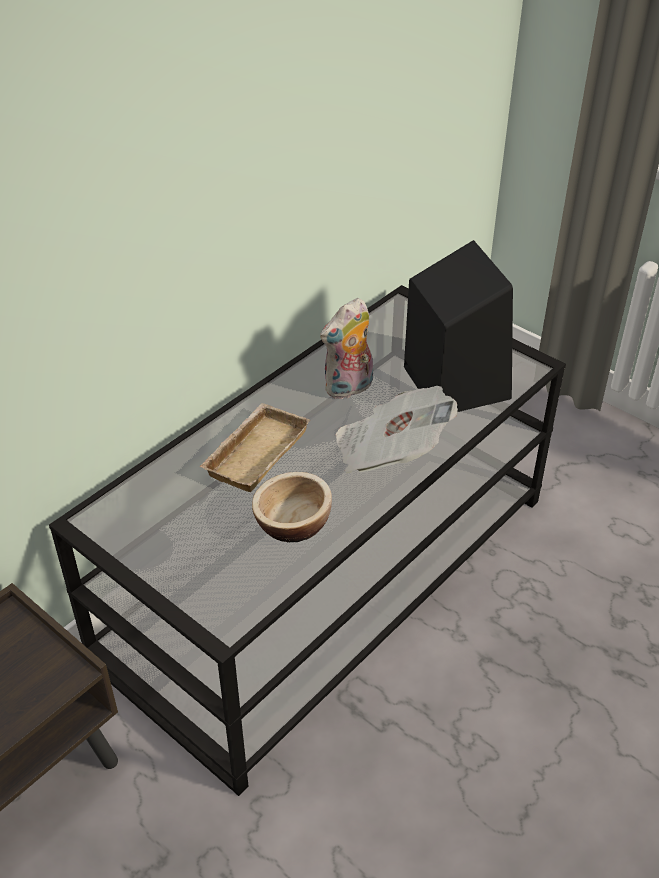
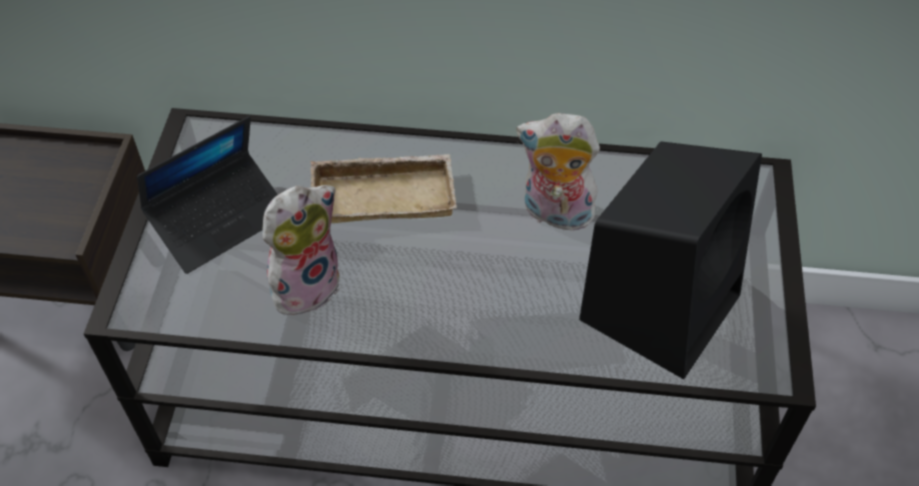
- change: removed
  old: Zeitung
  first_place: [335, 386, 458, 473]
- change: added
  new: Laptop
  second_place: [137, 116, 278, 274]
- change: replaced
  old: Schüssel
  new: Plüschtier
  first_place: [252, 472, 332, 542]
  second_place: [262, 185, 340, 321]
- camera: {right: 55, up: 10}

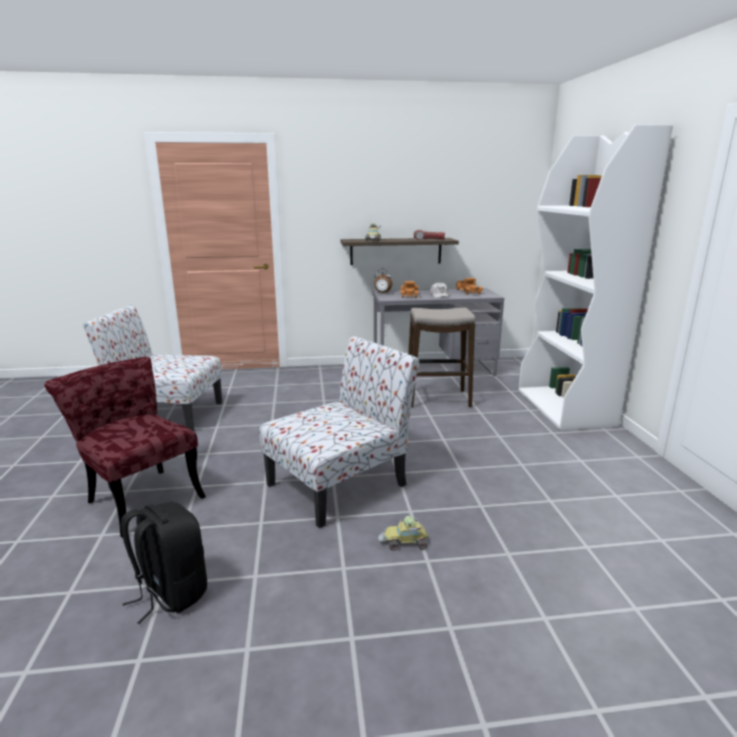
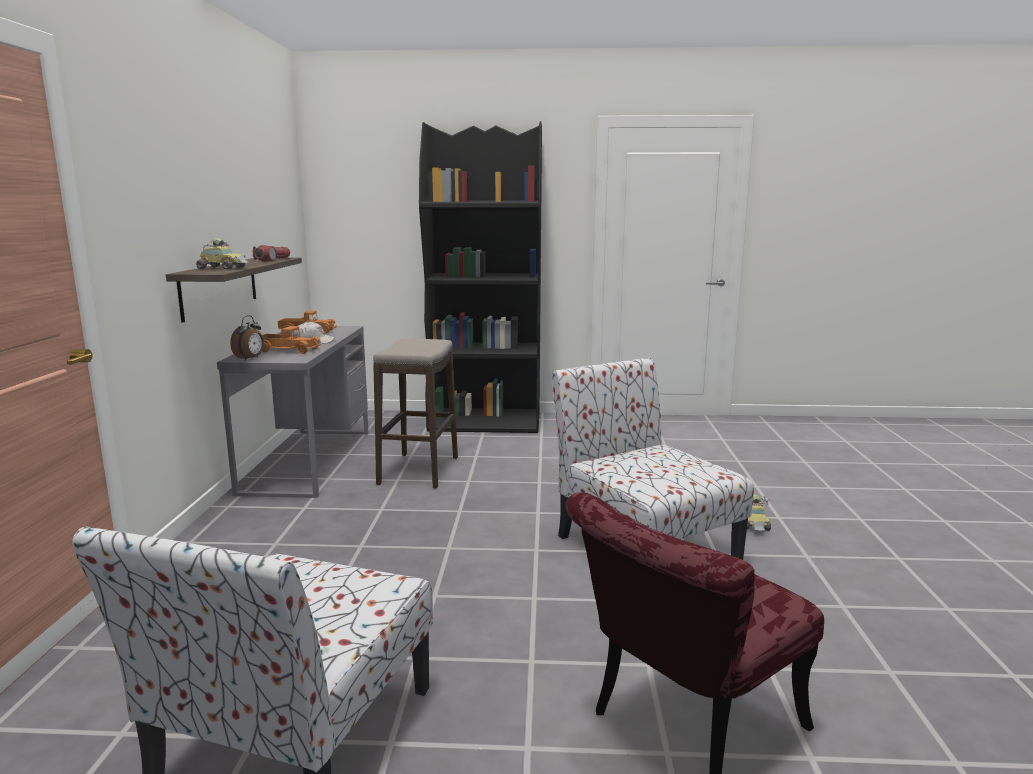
- change: removed
  old: Rucksack/schwarz
  first_place: [121, 502, 207, 624]
- change: recoloured
  old: Bücherregal/weiß
  new: Bücherregal/schwarz
  first_place: [518, 124, 673, 431]
  second_place: [419, 121, 542, 433]
- camera: {right: -80, up: -5}

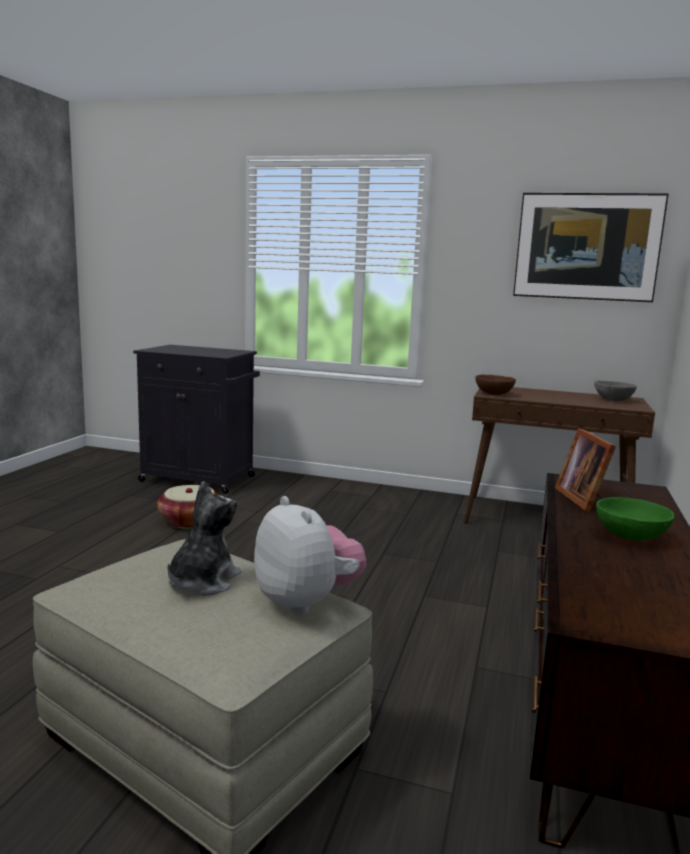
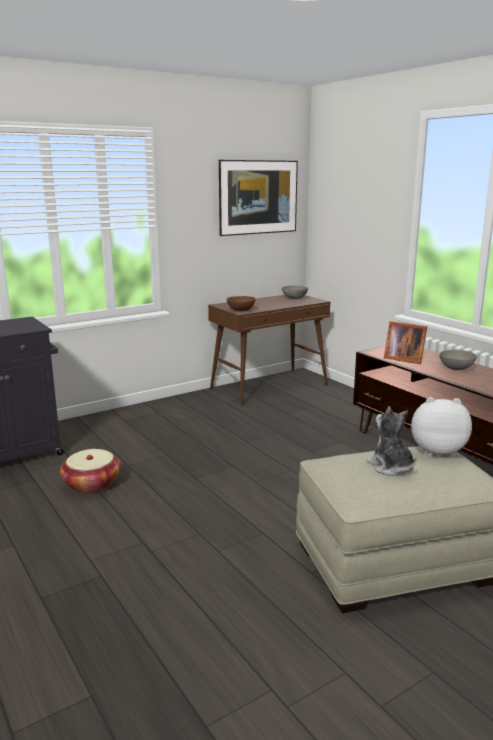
- change: recoloured
  old: Schüssel/grün
  new: Schüssel/grau
  first_place: [596, 497, 675, 541]
  second_place: [440, 350, 477, 370]
- camera: {right: -50, up: 5}

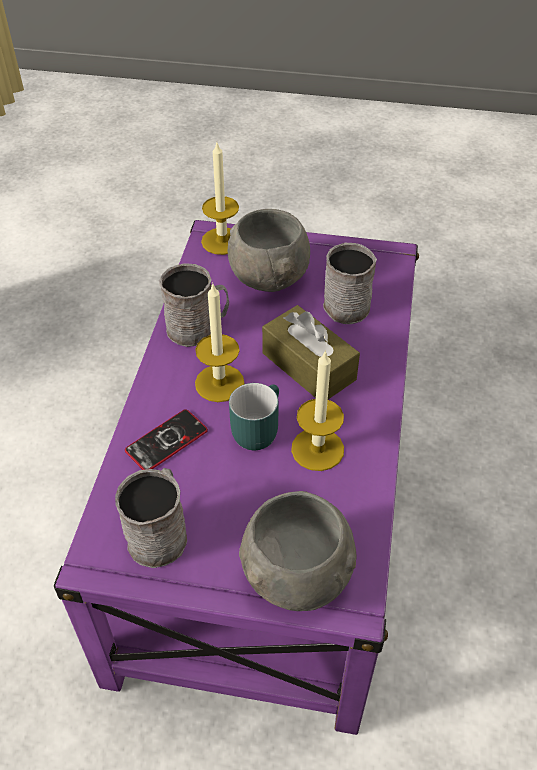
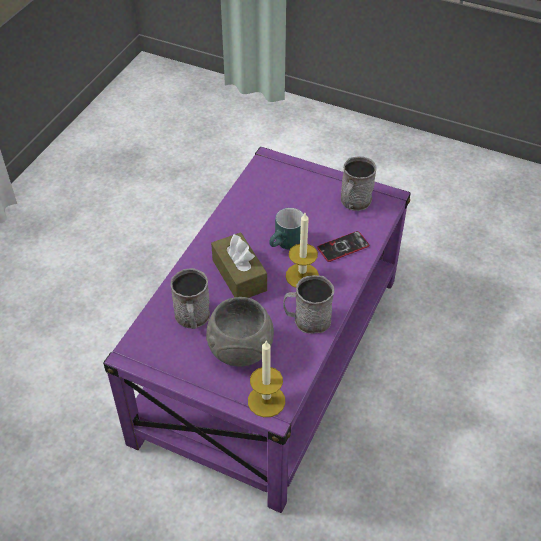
- change: removed
  old: Schüssel/grau
  first_place: [239, 491, 356, 611]
- change: removed
  old: Kerze
  first_place: [291, 350, 344, 471]
- camera: {right: -165, up: 0}

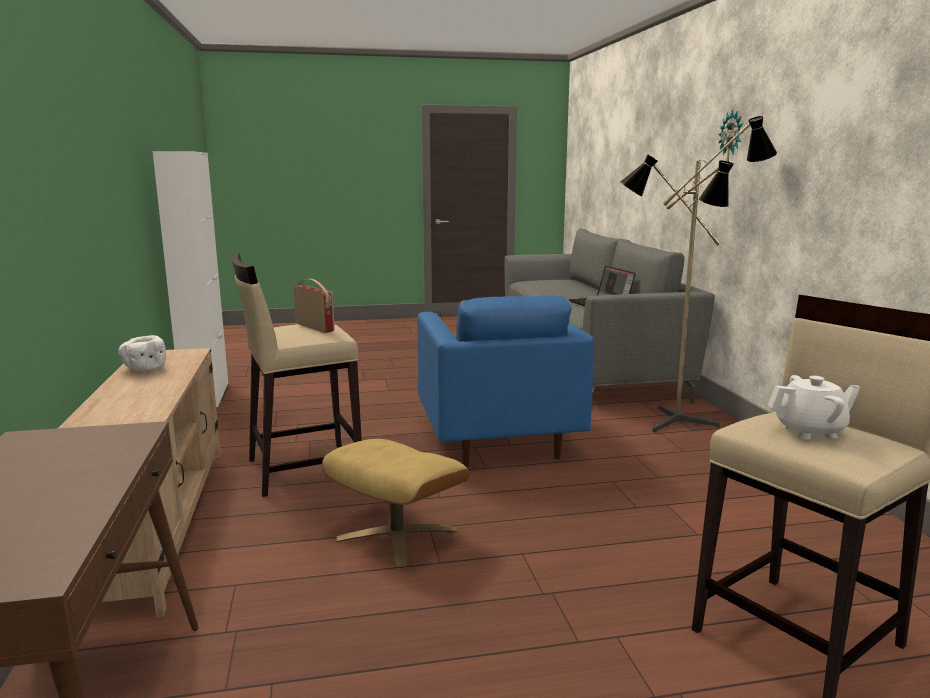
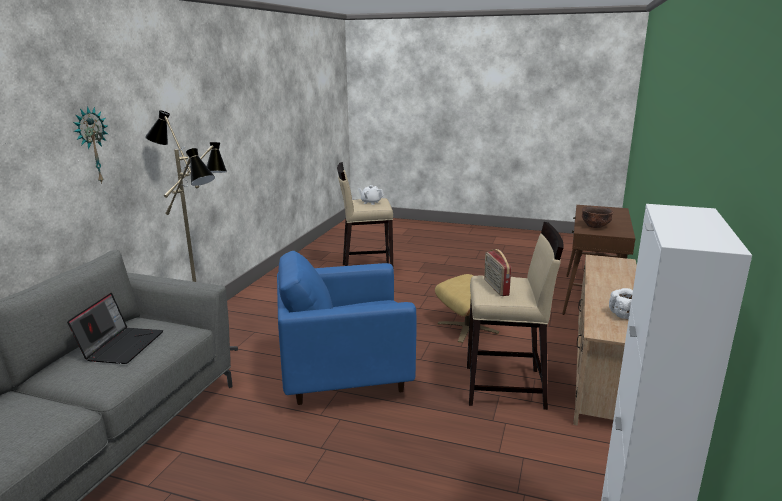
- change: added
  new: Schüssel/braun
  second_place: [582, 206, 613, 228]
- change: turned
  old: Sessel/blau
  first_place: [417, 295, 594, 467]
  second_place: [277, 251, 416, 405]
  degrees: -120
- camera: {right: -150, up: 5}

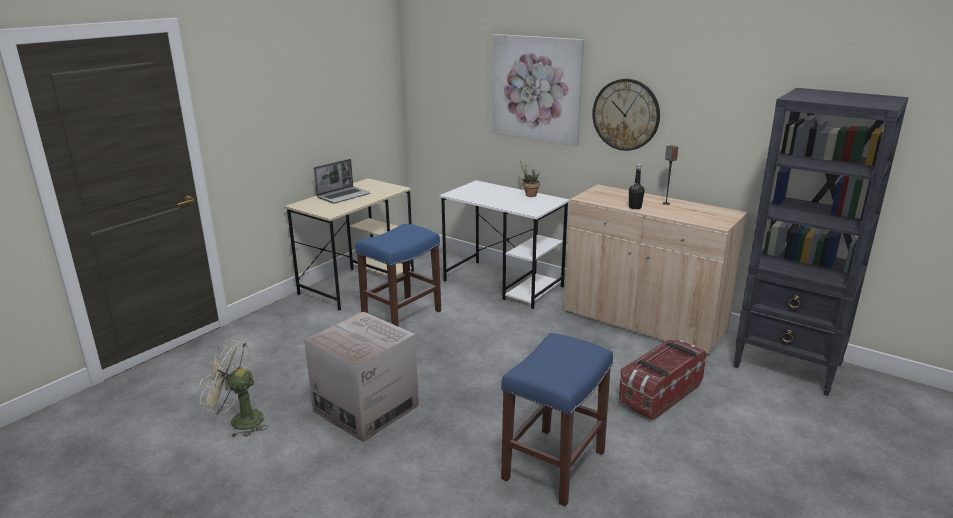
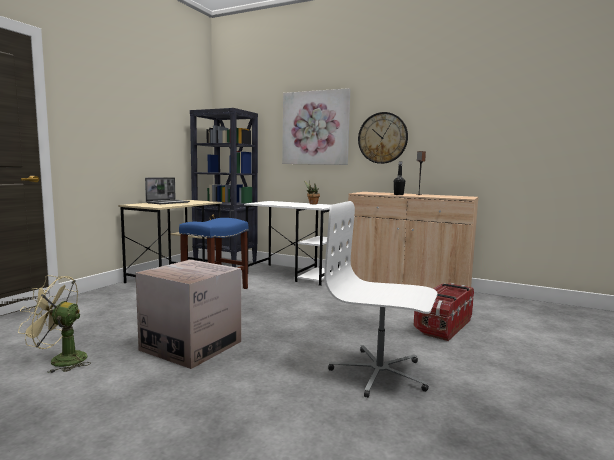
- change: moved
  old: Bücherregal/schwarz
  first_place: [733, 88, 909, 396]
  second_place: [190, 108, 258, 267]
- change: replaced
  old: Hocker/blau
  new: Bürostuhl/weiß
  first_place: [501, 333, 613, 507]
  second_place: [324, 201, 438, 398]
- camera: {right: -10, up: -15}

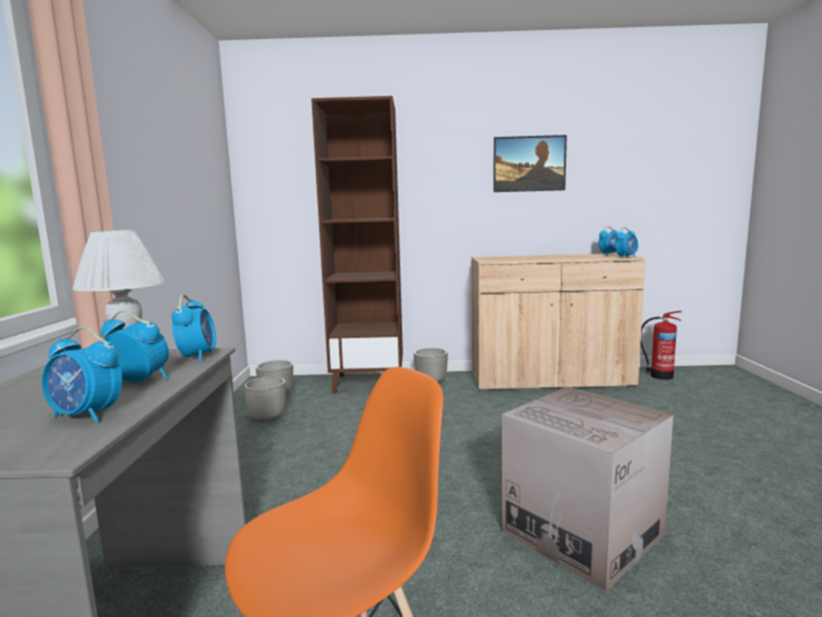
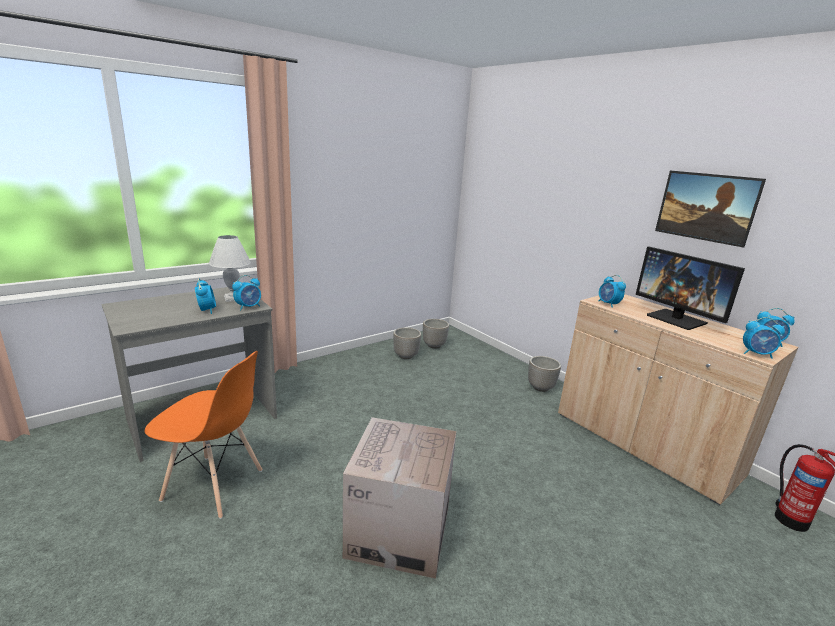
- change: removed
  old: Bücherregal/braun
  first_place: [311, 96, 403, 394]
- change: added
  new: Monitor
  second_place: [635, 247, 745, 330]
- change: moved
  old: Wecker
  first_place: [42, 327, 122, 423]
  second_place: [599, 275, 626, 308]
- camera: {right: 50, up: 10}

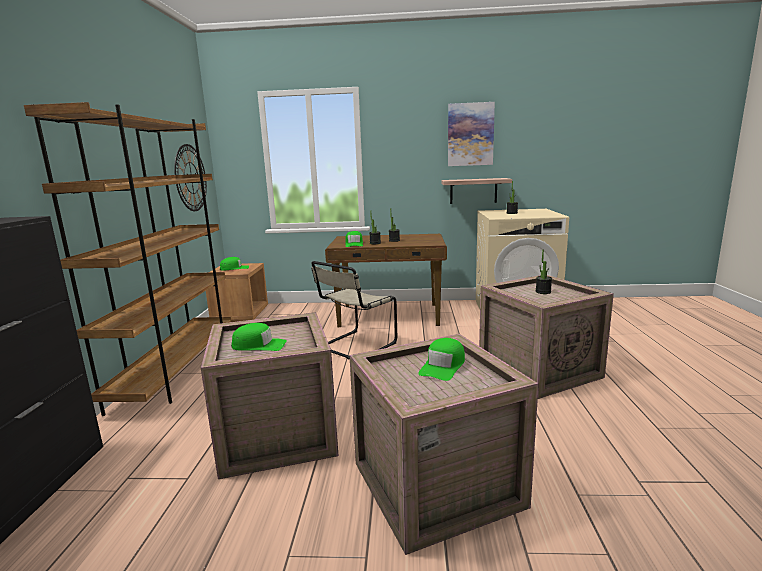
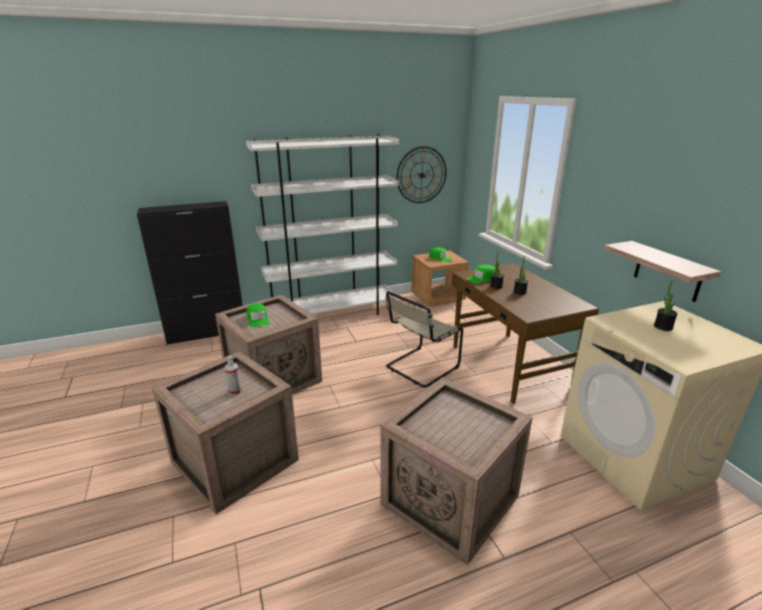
- change: removed
  old: Bild
  first_place: [448, 102, 495, 166]
- change: removed
  old: Topfpflanze
  first_place: [536, 250, 552, 294]
- change: replaced
  old: Kappe/grün
  new: Sprühflasche
  first_place: [418, 338, 465, 381]
  second_place: [224, 356, 242, 395]
- change: recoloured
  old: Bücherregal/braun
  new: Bücherregal/weiß
  first_place: [24, 102, 231, 416]
  second_place: [246, 134, 399, 315]
- change: turned
  old: Stuhl/beige
  first_place: [311, 261, 397, 360]
  second_place: [386, 291, 463, 387]
  degrees: -60
- camera: {right: 65, up: 10}

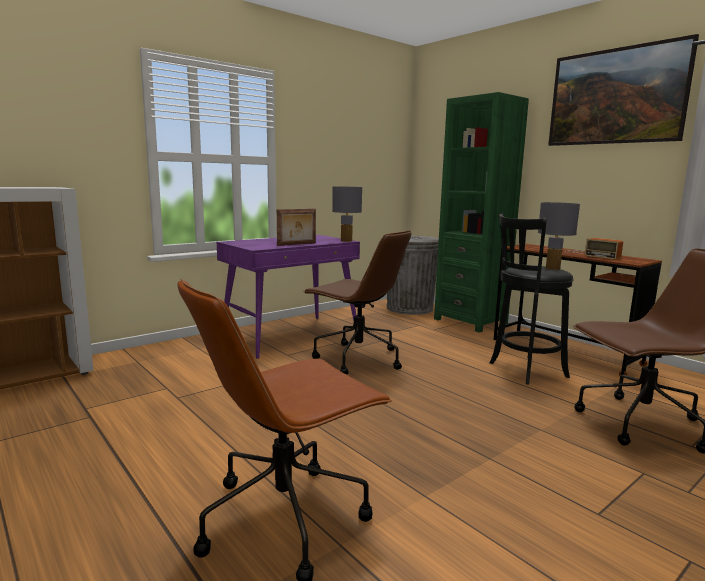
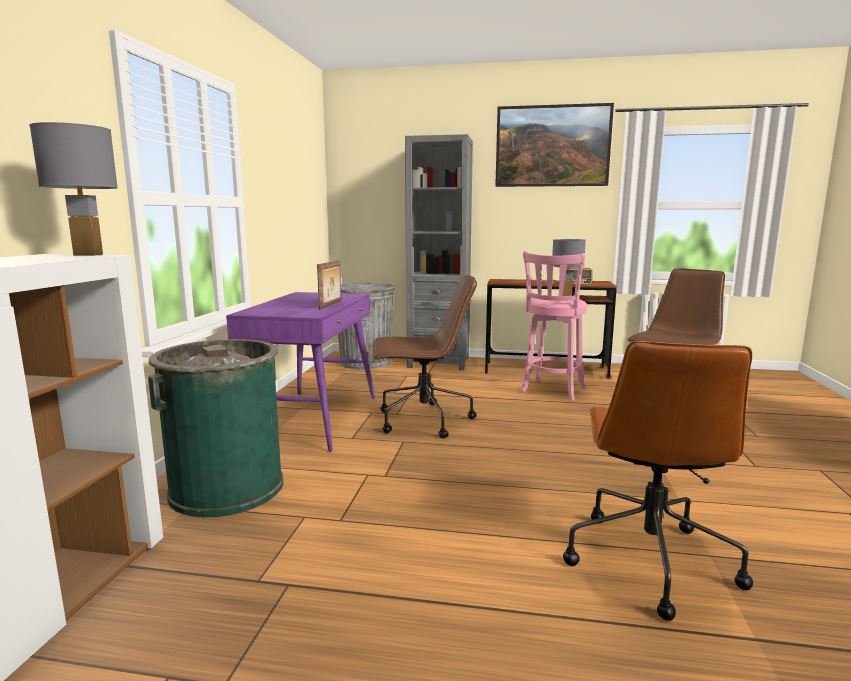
- change: added
  new: Mülleimer/grün
  second_place: [148, 339, 283, 517]
- change: moved
  old: Tischlampe/grau
  first_place: [332, 186, 362, 242]
  second_place: [29, 122, 118, 256]
- change: recoloured
  old: Bücherregal/grün
  new: Bücherregal/grau
  first_place: [434, 92, 529, 333]
  second_place: [405, 134, 473, 370]
- change: recoloured
  old: Hocker/schwarz
  new: Hocker/rosa
  first_place: [490, 213, 574, 385]
  second_place: [520, 251, 588, 401]
- camera: {right: -40, up: 0}

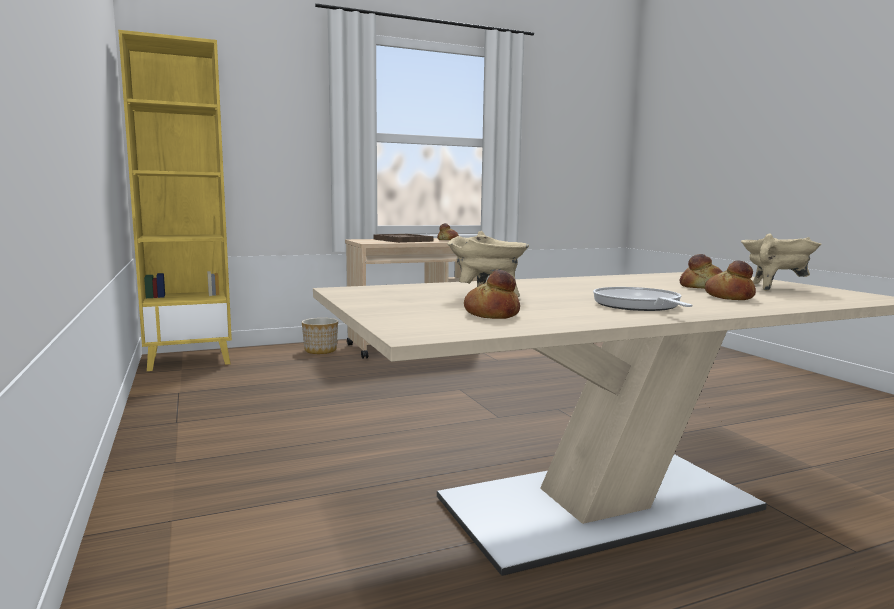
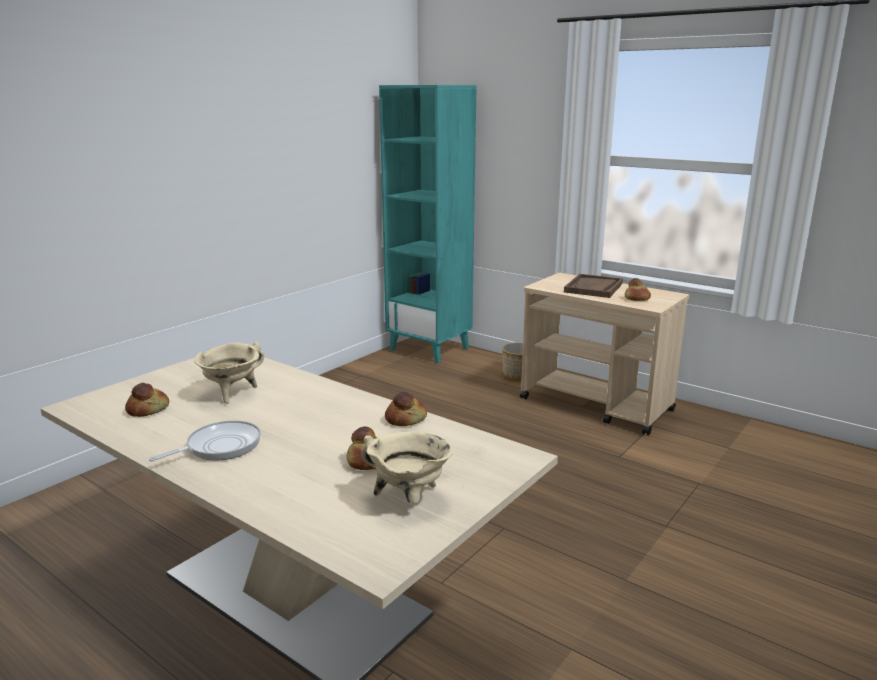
- change: moved
  old: Brot
  first_place: [705, 260, 756, 300]
  second_place: [385, 391, 427, 426]
- change: recoloured
  old: Bücherregal/gelb
  new: Bücherregal/türkis
  first_place: [118, 30, 232, 371]
  second_place: [379, 85, 477, 363]
- camera: {right: 60, up: 10}

